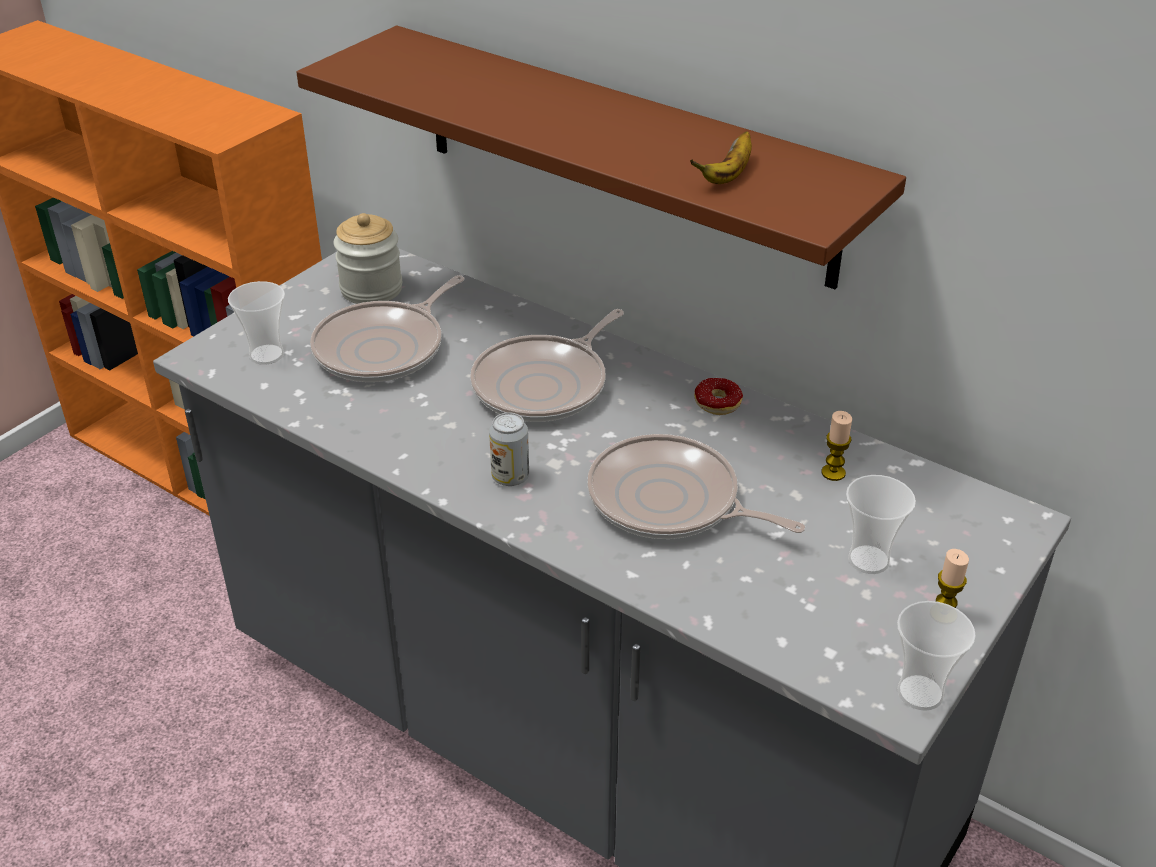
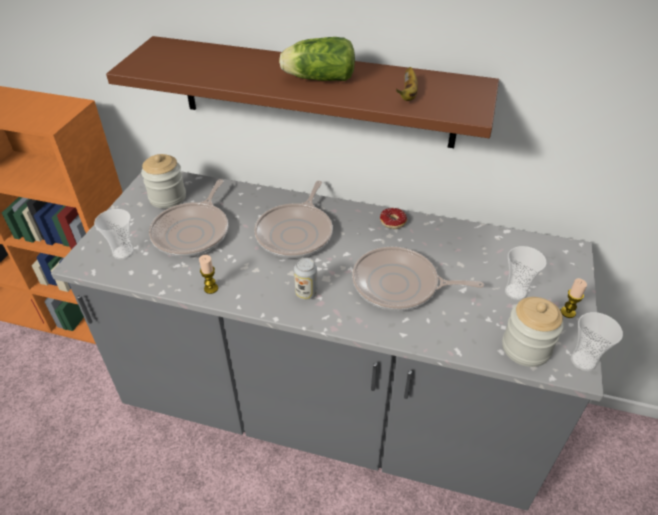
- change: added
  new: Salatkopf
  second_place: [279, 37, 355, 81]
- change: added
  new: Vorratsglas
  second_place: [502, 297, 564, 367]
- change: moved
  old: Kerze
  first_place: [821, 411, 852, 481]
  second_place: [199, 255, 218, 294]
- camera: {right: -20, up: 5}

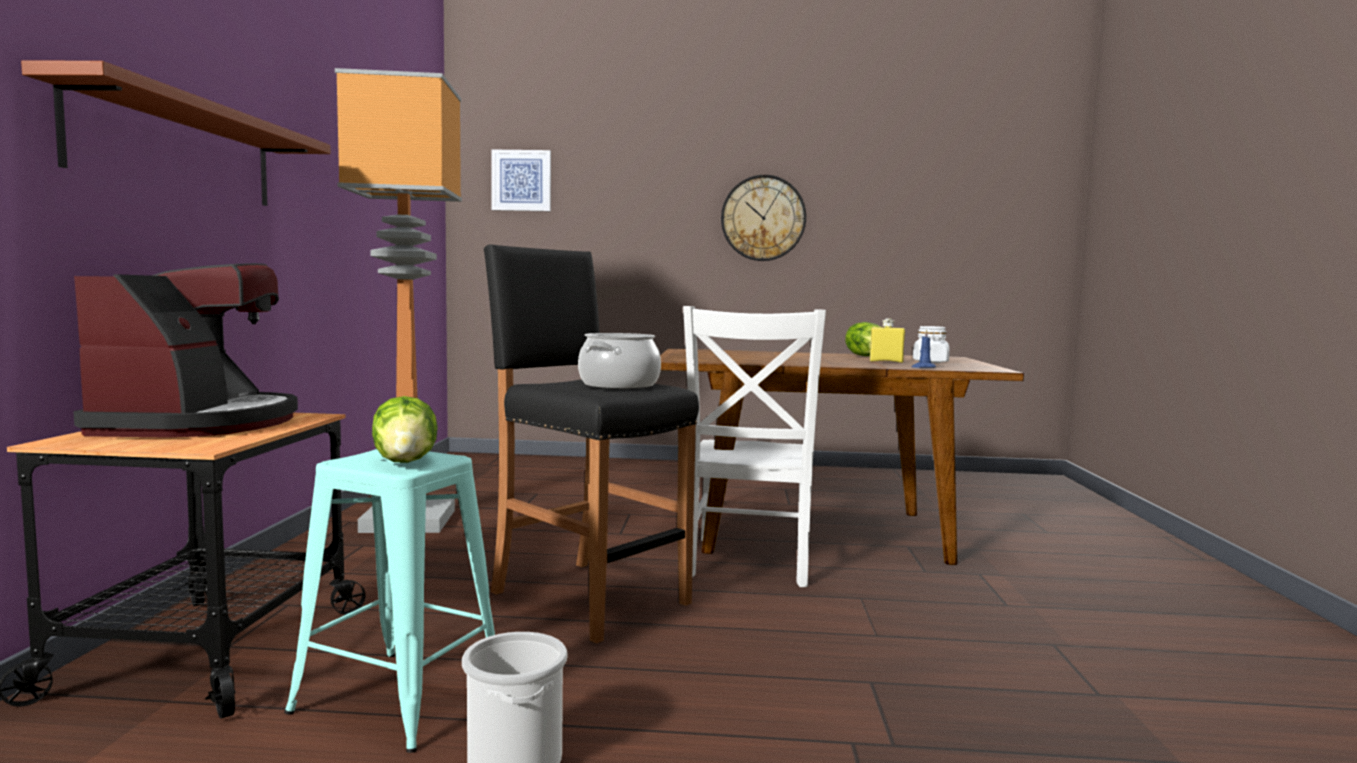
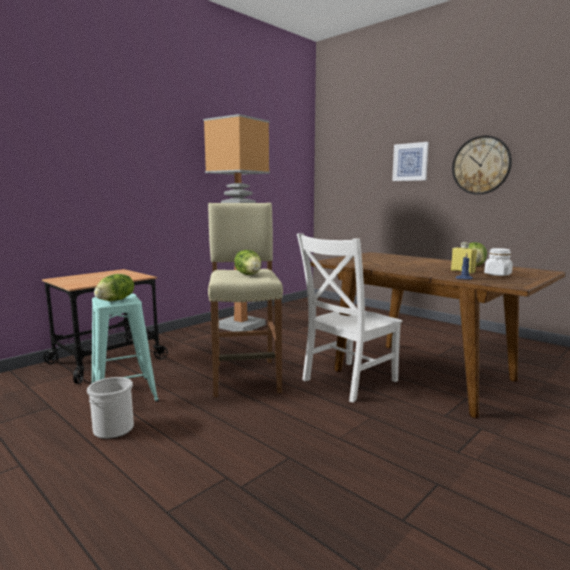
- change: removed
  old: Wandregal/braun
  first_place: [21, 60, 331, 206]
- change: removed
  old: Kaffeemaschine
  first_place: [73, 263, 298, 438]
- change: moved
  old: Bild
  first_place: [491, 150, 551, 211]
  second_place: [392, 142, 429, 181]
- change: replaced
  old: Kochtopf
  new: Salatkopf
  first_place: [578, 333, 661, 389]
  second_place: [234, 250, 261, 275]
- change: recoloured
  old: Hocker/schwarz
  new: Hocker/beige
  first_place: [484, 244, 699, 644]
  second_place: [208, 203, 283, 397]
- camera: {right: 40, up: 5}

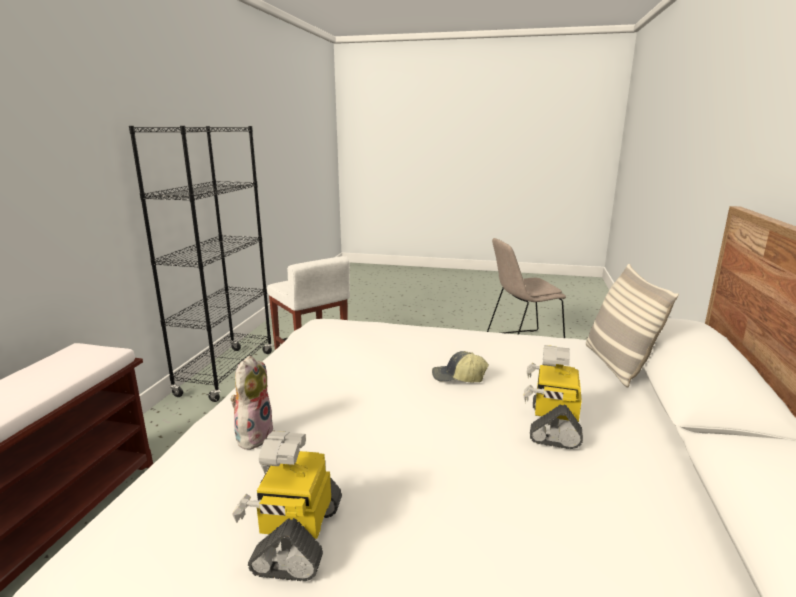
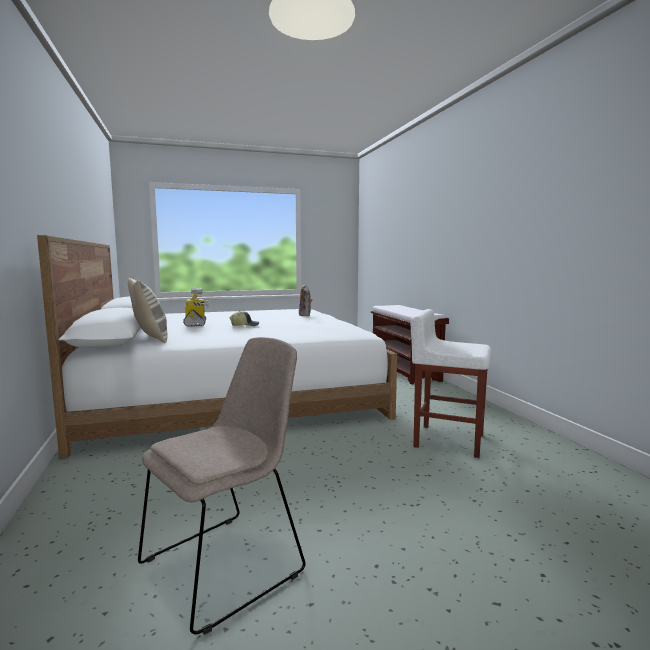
- change: removed
  old: Bücherregal/schwarz
  first_place: [129, 126, 273, 402]
- change: removed
  old: Spielzeugroboter
  first_place: [232, 431, 342, 581]
- camera: {right: 150, up: -10}

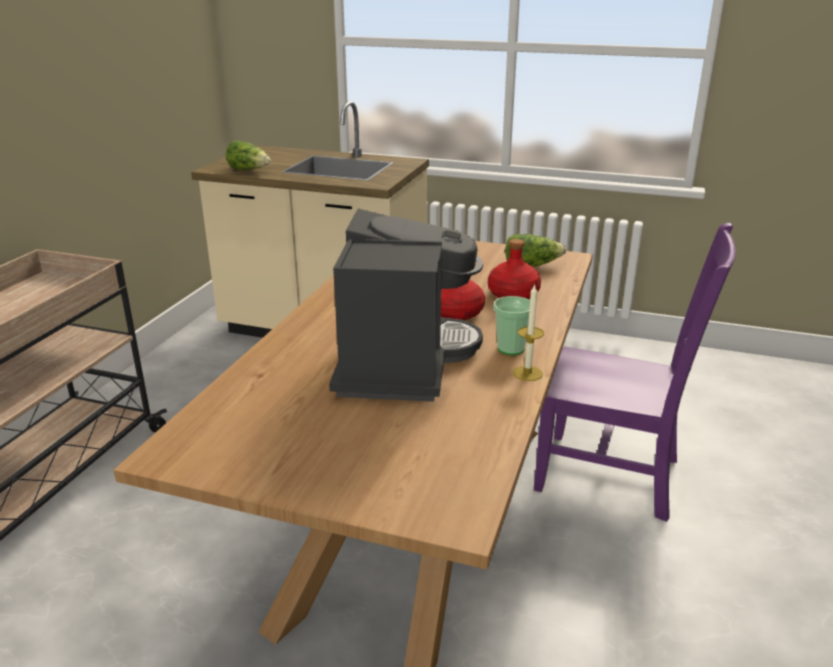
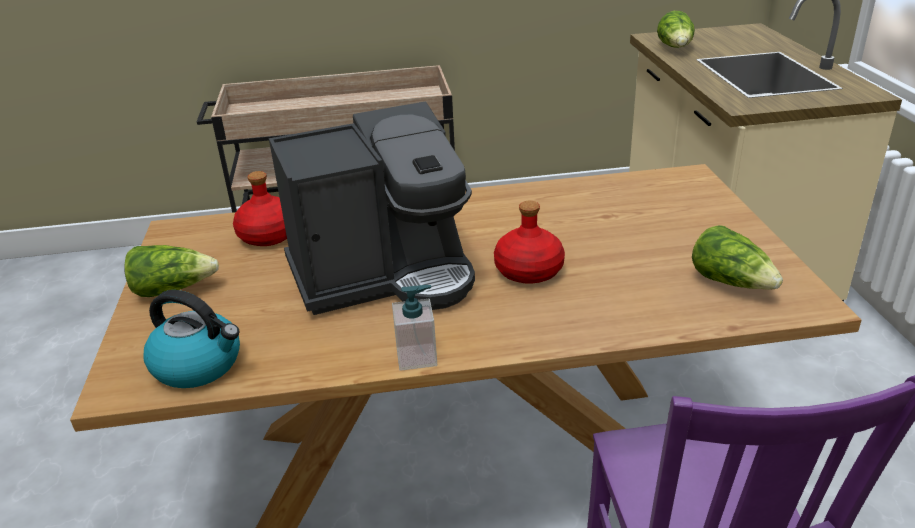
- change: removed
  old: Tasse
  first_place: [494, 296, 530, 355]
- change: added
  new: Salatkopf
  second_place: [124, 245, 219, 297]
- change: added
  new: Wasserkessel
  second_place: [143, 290, 240, 388]
- change: moved
  old: Flasche/rot
  first_place: [488, 239, 541, 299]
  second_place: [233, 171, 287, 246]
- change: replaced
  old: Kerze
  new: Seifenspender
  first_place: [513, 284, 544, 381]
  second_place: [392, 285, 437, 371]
- camera: {right: 65, up: 5}

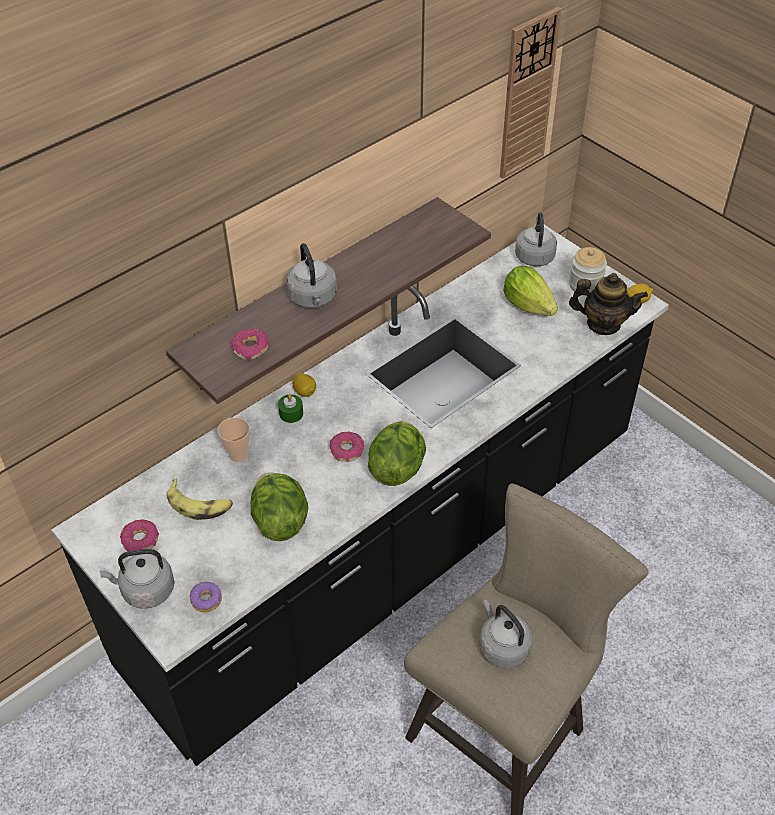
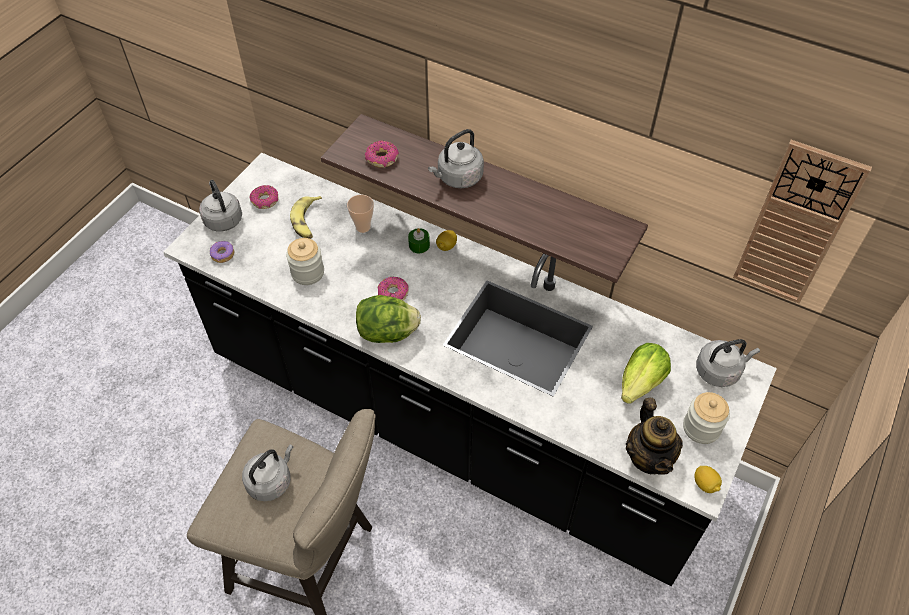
- change: replaced
  old: Salatkopf
  new: Vorratsglas
  first_place: [251, 472, 308, 541]
  second_place: [286, 238, 324, 285]
- camera: {right: 70, up: 5}

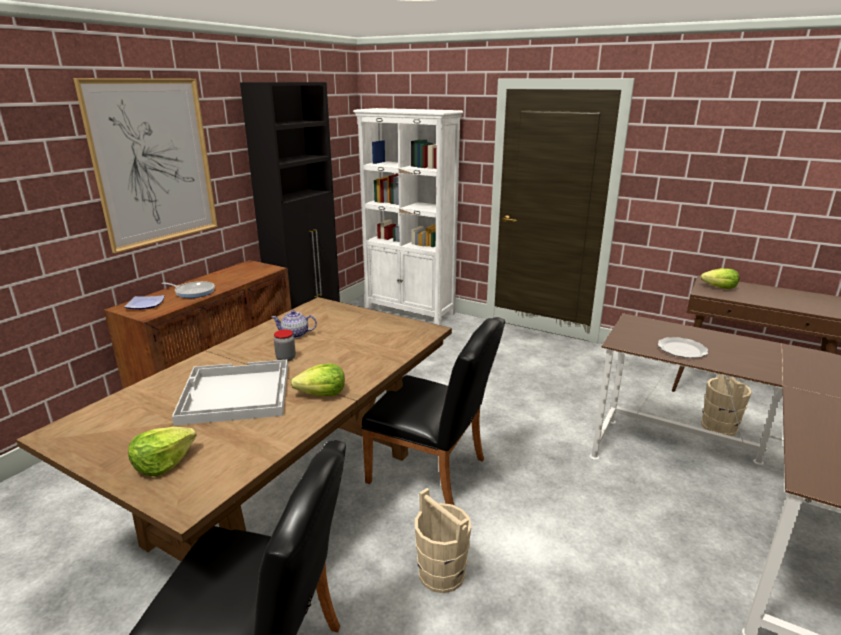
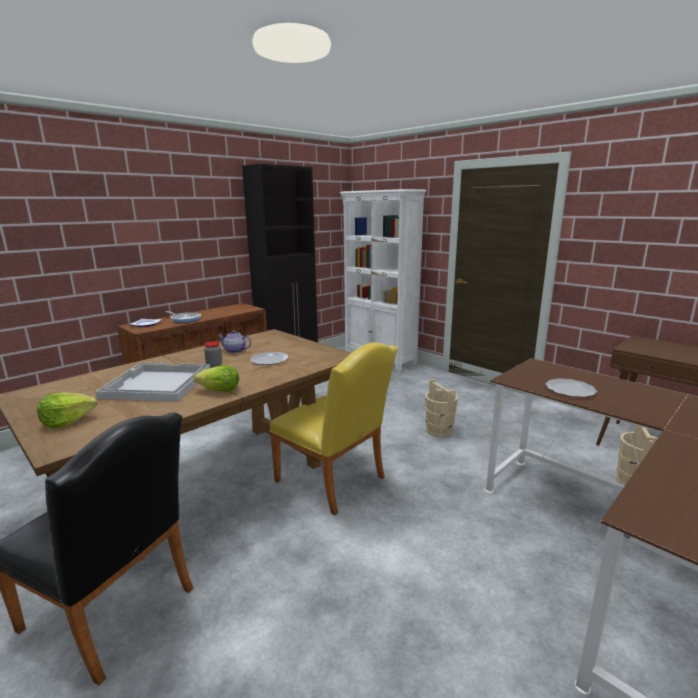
- change: removed
  old: Bild
  first_place: [73, 78, 218, 253]
- change: removed
  old: Salatkopf
  first_place: [701, 268, 739, 289]
- change: added
  new: Teller
  second_place: [250, 352, 289, 365]
- change: moved
  old: Eimer/beige
  first_place: [415, 488, 471, 593]
  second_place: [425, 379, 458, 437]
- change: recoloured
  old: Stuhl/schwarz
  new: Stuhl/gelb
  first_place: [361, 317, 505, 505]
  second_place: [269, 343, 398, 515]
- camera: {right: 15, up: -5}

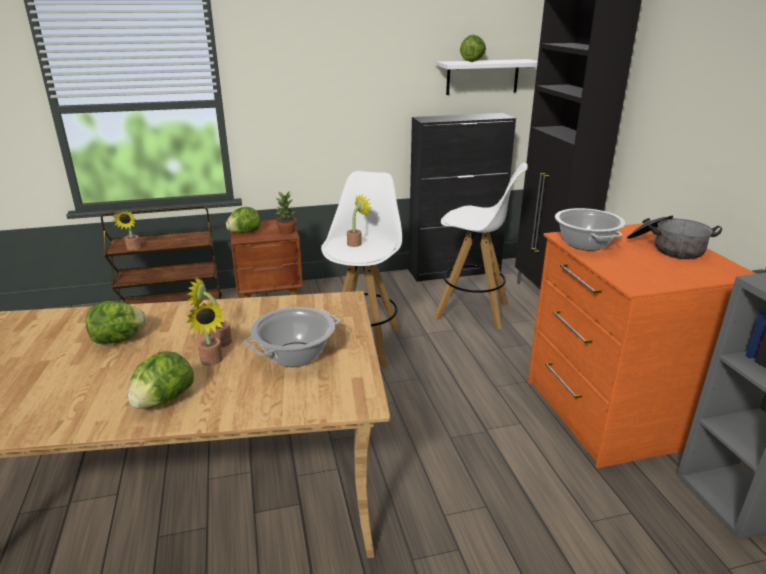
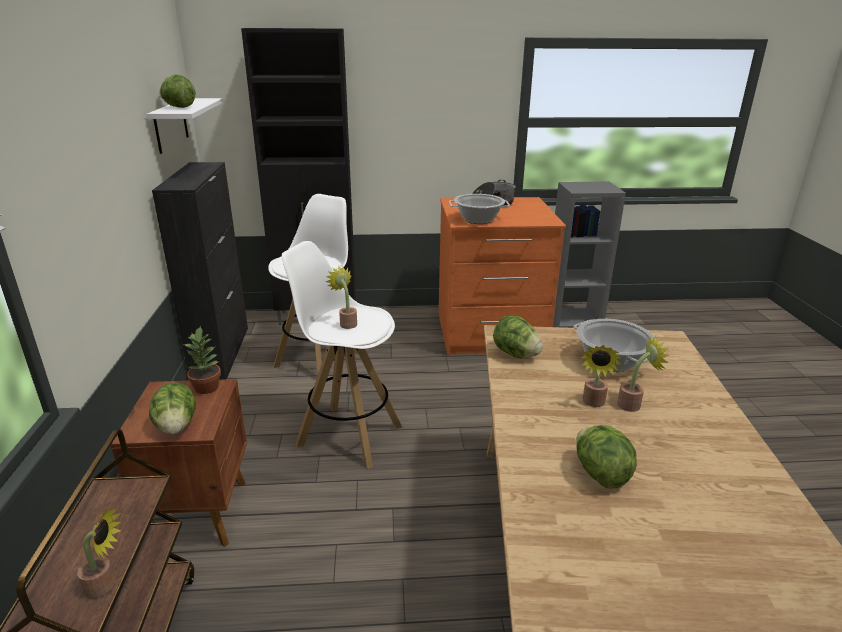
- change: moved
  old: Salatkopf
  first_place: [128, 351, 194, 409]
  second_place: [493, 315, 543, 358]
- camera: {right: -80, up: 0}

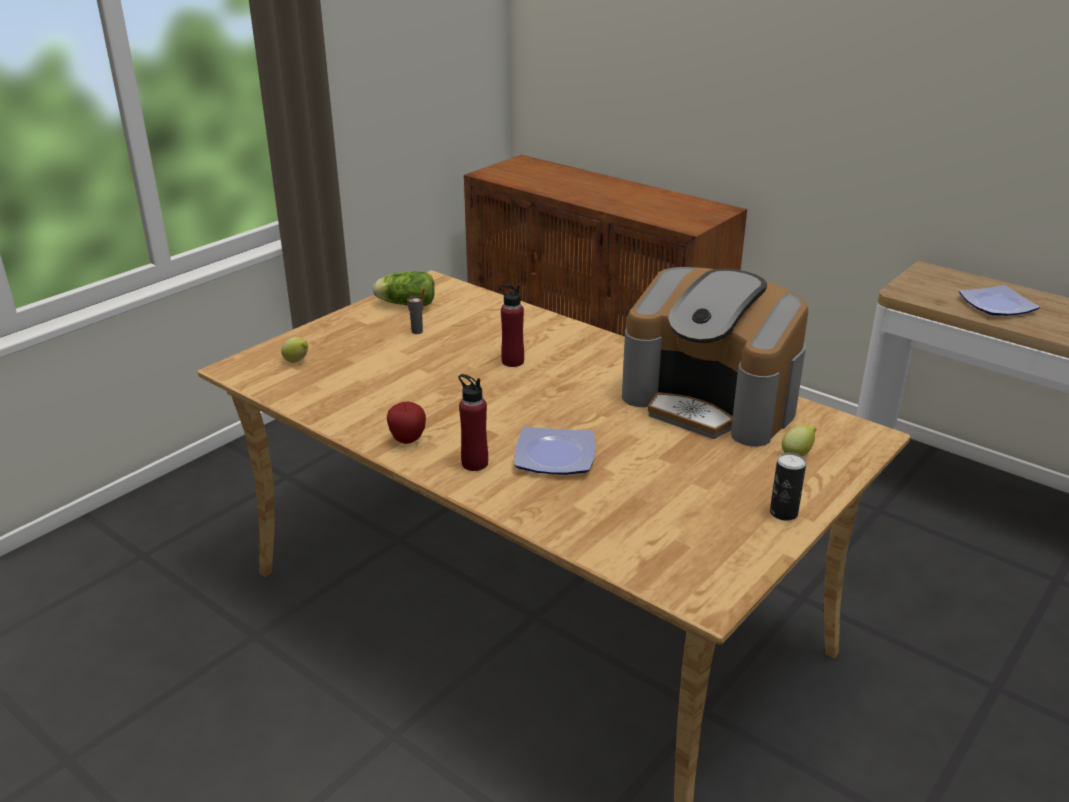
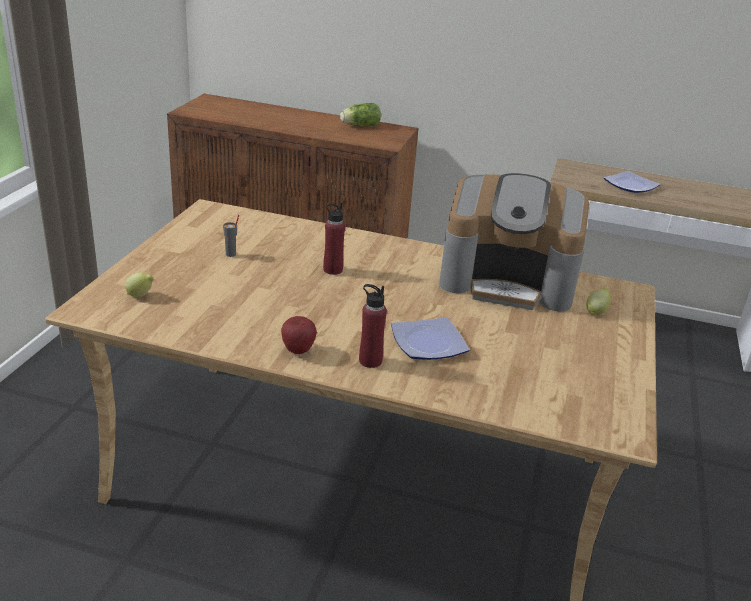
- change: removed
  old: Dose
  first_place: [770, 453, 806, 521]
- change: moved
  old: Salatkopf
  first_place: [373, 272, 435, 306]
  second_place: [340, 103, 381, 126]
- camera: {right: -25, up: 0}

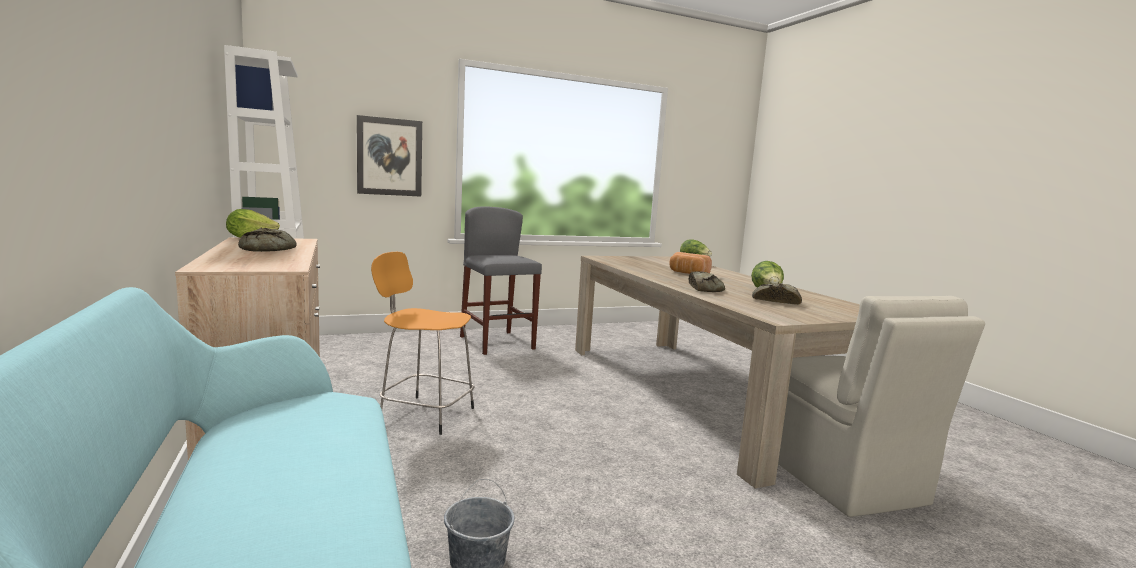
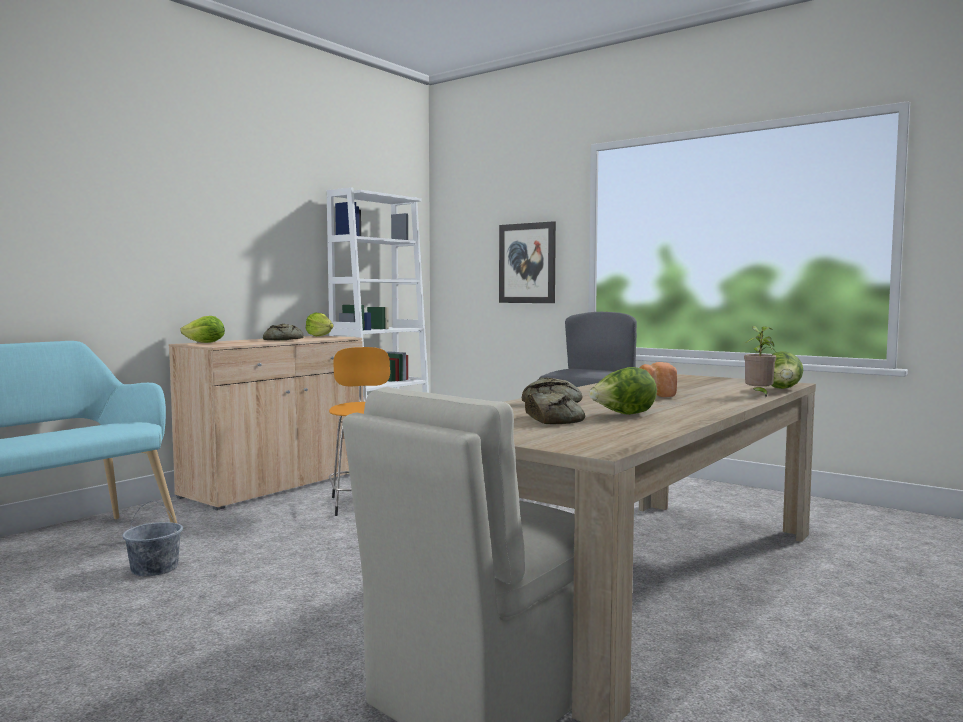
- change: added
  new: Salatkopf
  second_place: [180, 316, 225, 343]
- change: added
  new: Topfpflanze
  second_place: [744, 326, 777, 396]
- camera: {right: 60, up: -5}

